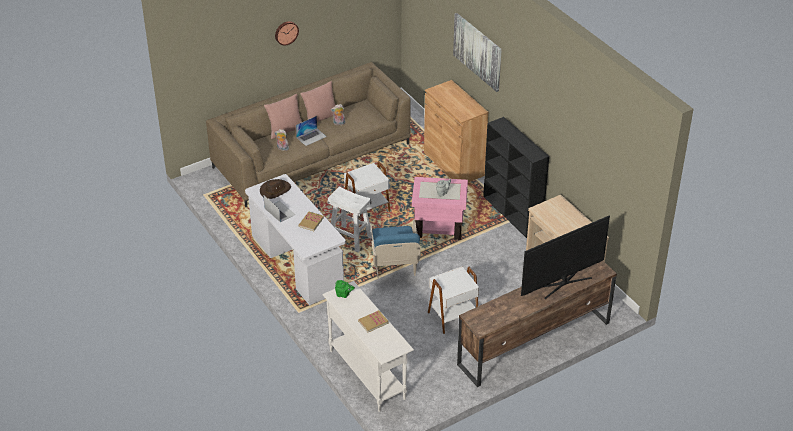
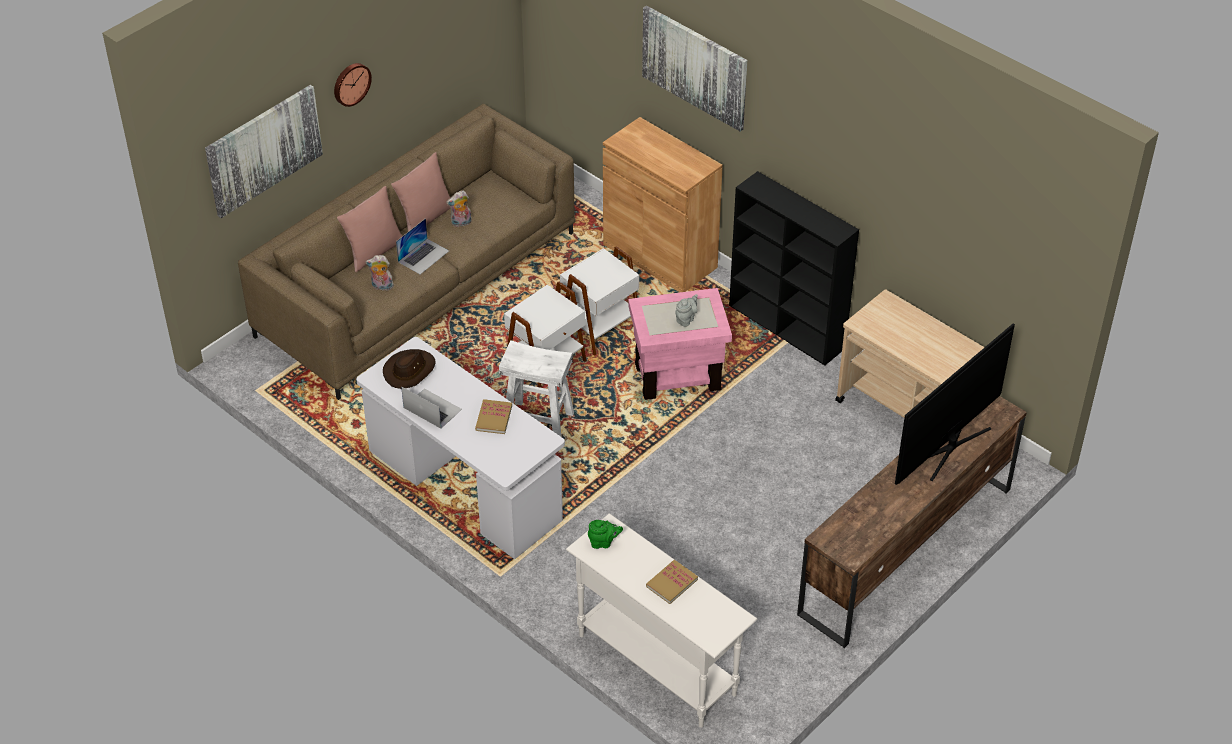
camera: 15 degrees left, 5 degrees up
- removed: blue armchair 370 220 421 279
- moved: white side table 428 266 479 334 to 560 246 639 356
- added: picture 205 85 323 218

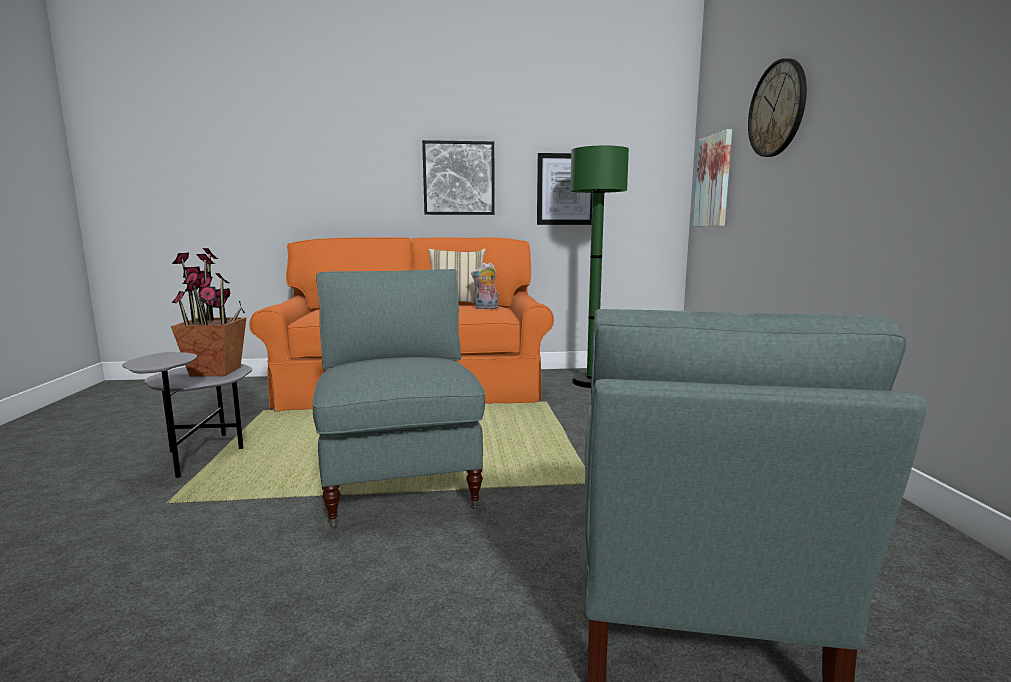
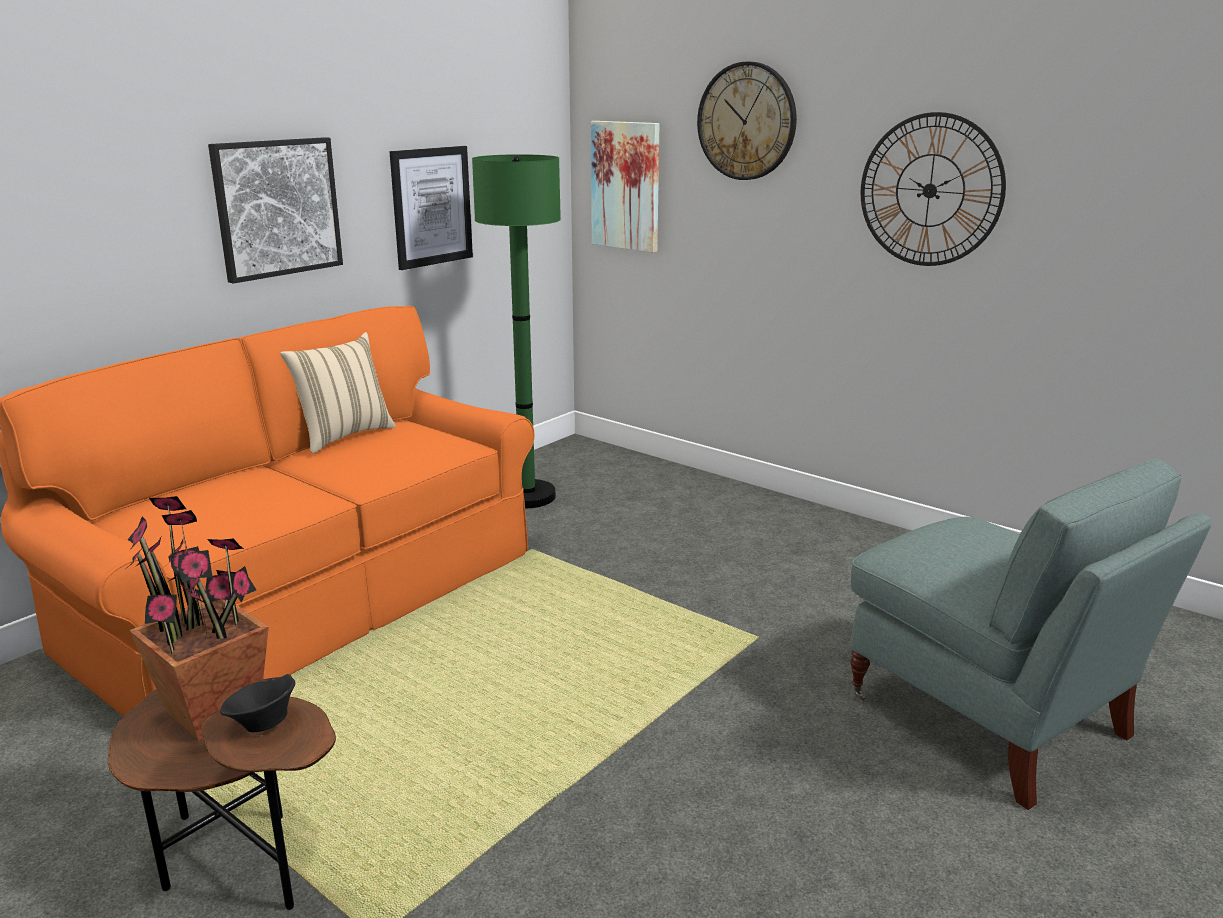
camera: 45 degrees left, 10 degrees up
- removed: plush toy 471 262 498 309
- removed: grey armchair 312 269 485 527
- recoloured: grey side table 122 352 252 478 to brown side table 108 689 336 910
- added: wall clock 861 112 1006 266
- added: black bowl 220 674 295 732

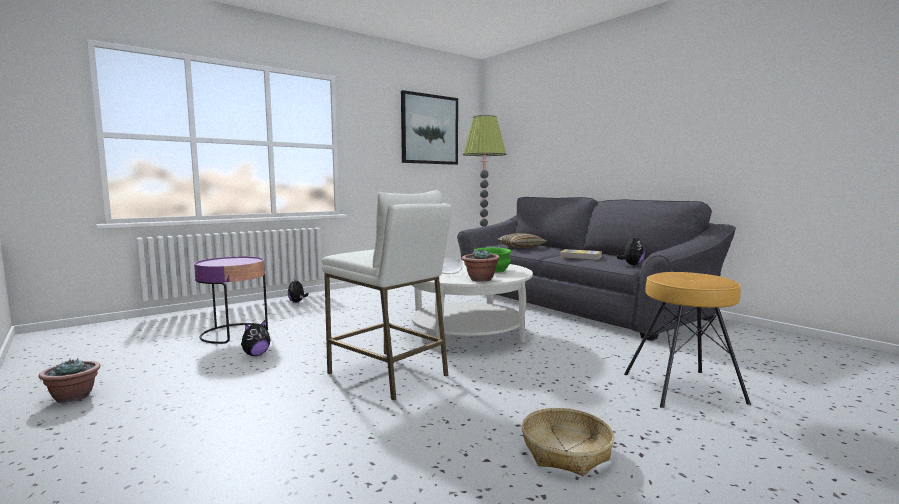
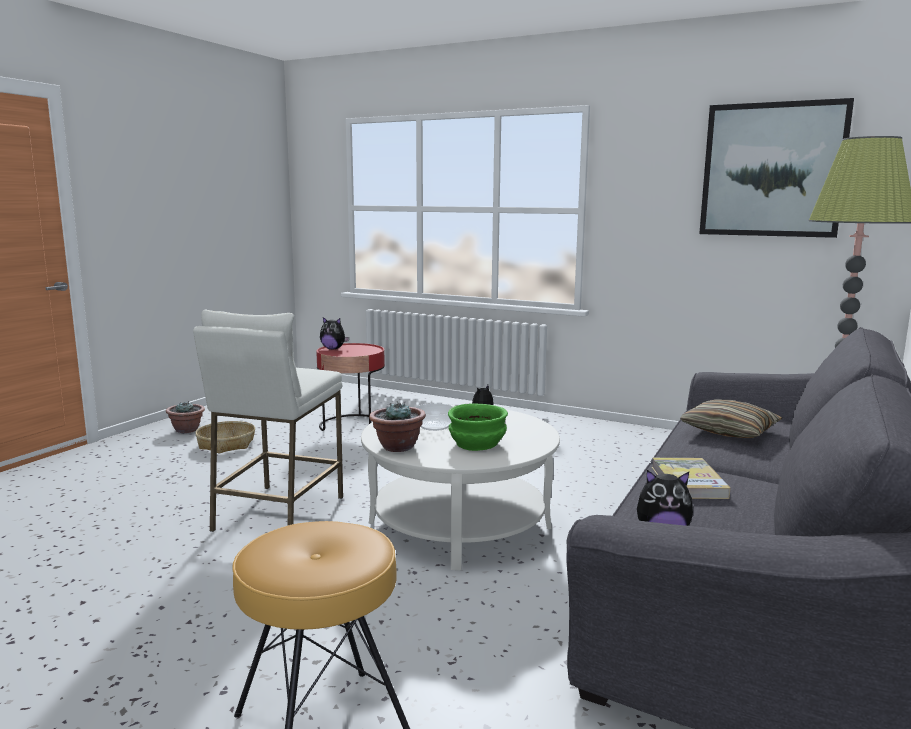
camera: 65 degrees right, 5 degrees up
- recoloured: purple side table 194 256 268 344 to red side table 316 343 385 431
- moved: plush toy 241 320 270 356 to 320 317 349 349
- moved: basket 522 408 614 476 to 195 421 255 454

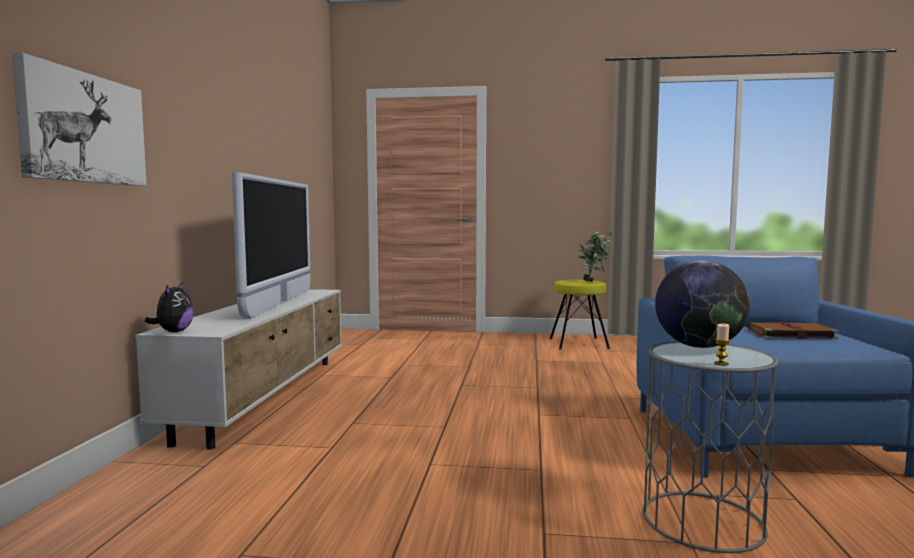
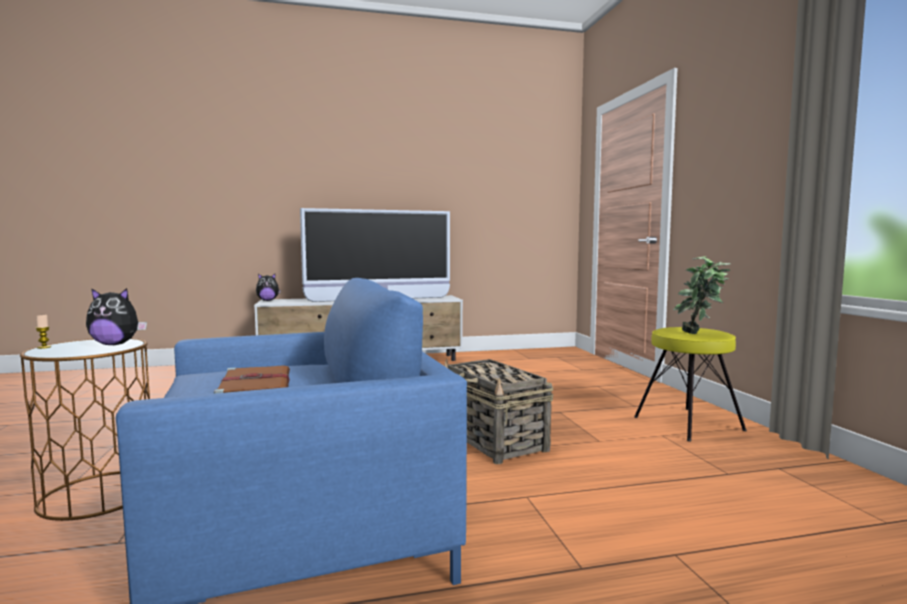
camera: 70 degrees right, 0 degrees up
- removed: picture 12 53 147 186
- replaced: globe 655 260 750 348 to plush toy 86 288 147 345
- recoloured: grey side table 643 341 779 553 to brown side table 20 338 150 521
- added: basket 444 358 553 464

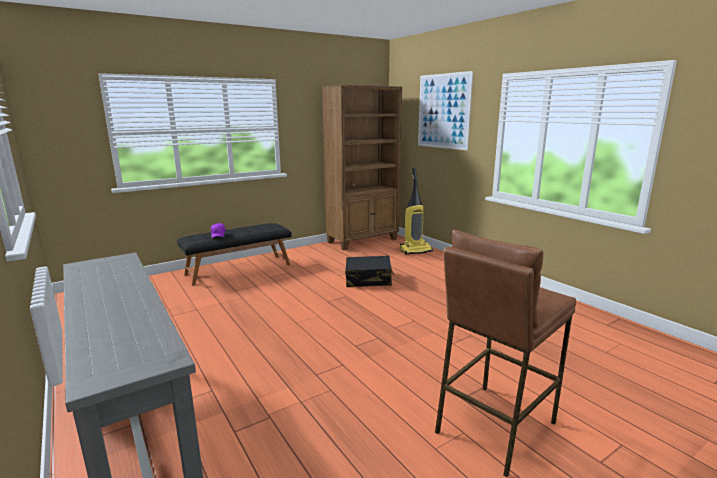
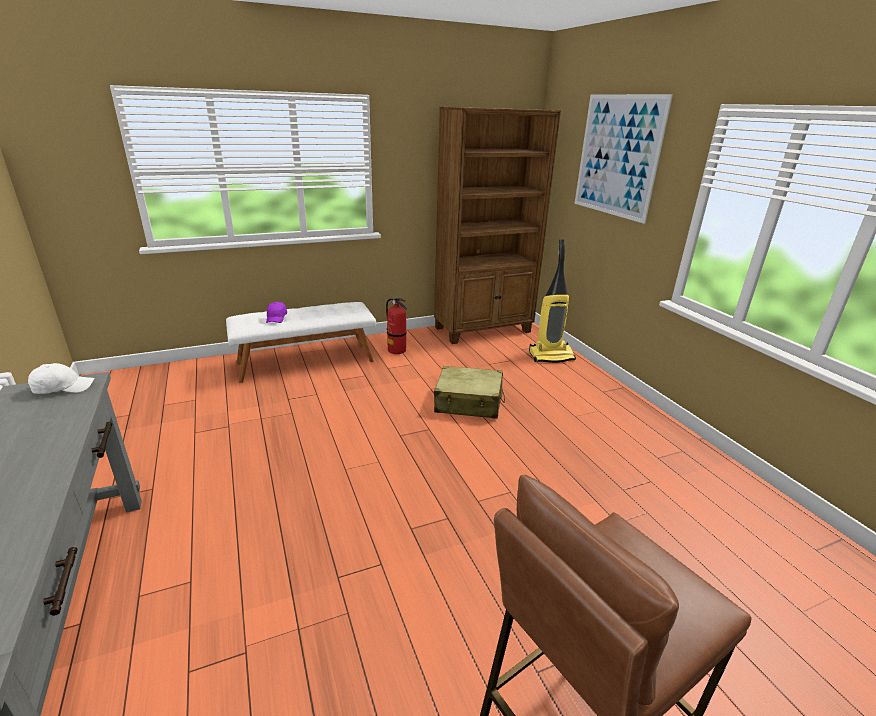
camera: 10 degrees right, 10 degrees up
- recoloured: black bench 177 223 292 286 to white bench 226 302 376 383
- recoloured: black suitcase 345 256 395 287 to beige suitcase 434 366 505 419
- added: fire extinguisher 386 298 407 354
- added: white cap 28 363 94 394

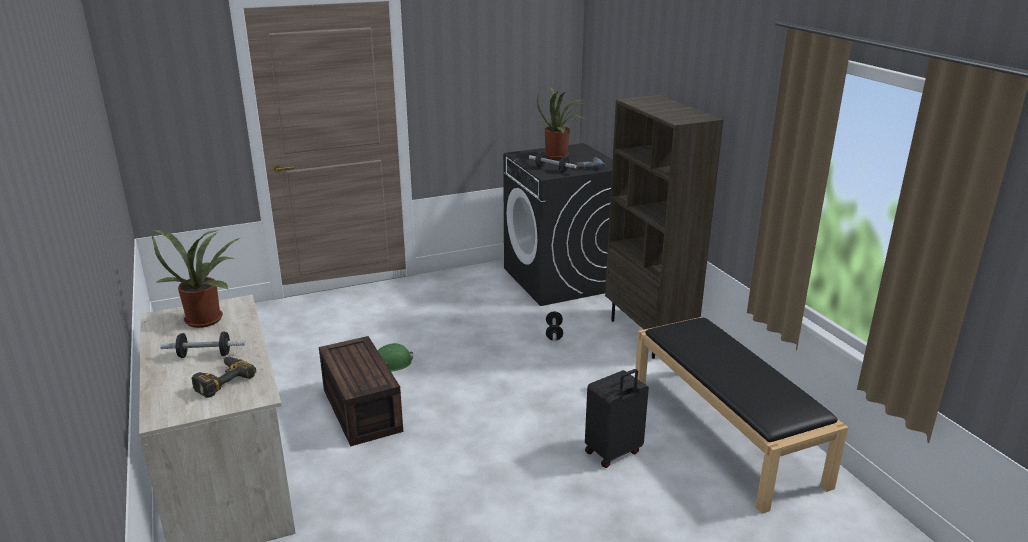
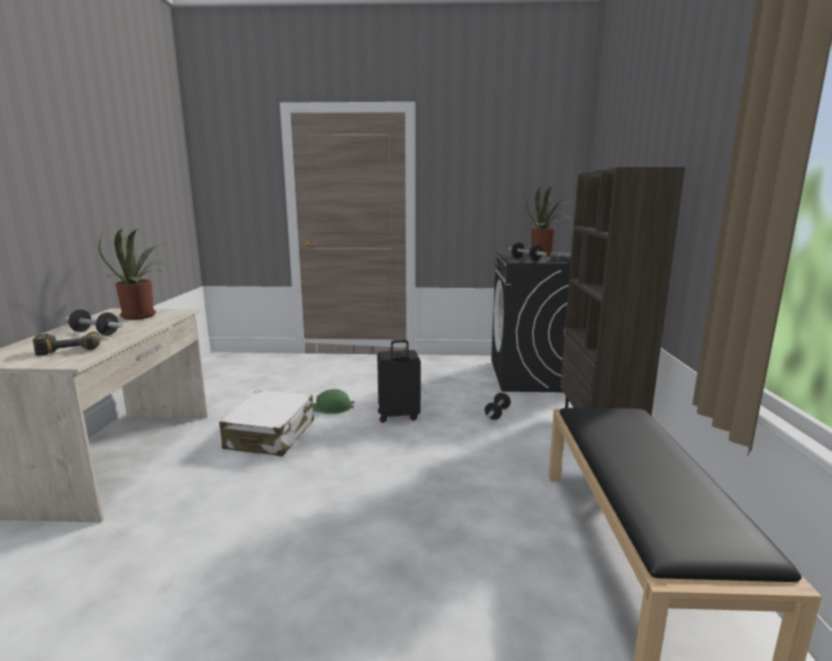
camera: 25 degrees right, 10 degrees down
- replaced: brown storage box 319 336 403 447 to white suitcase 219 390 314 456
- moved: black suitcase 585 369 649 468 to 377 340 421 423

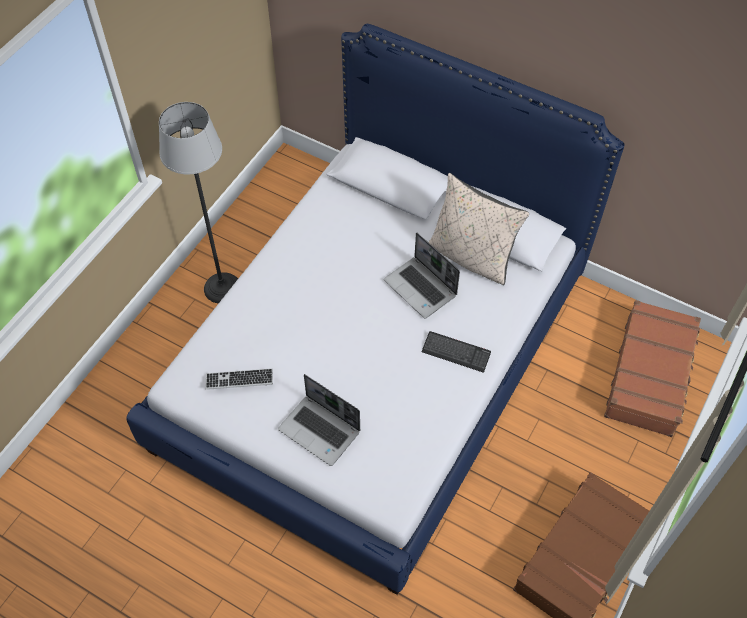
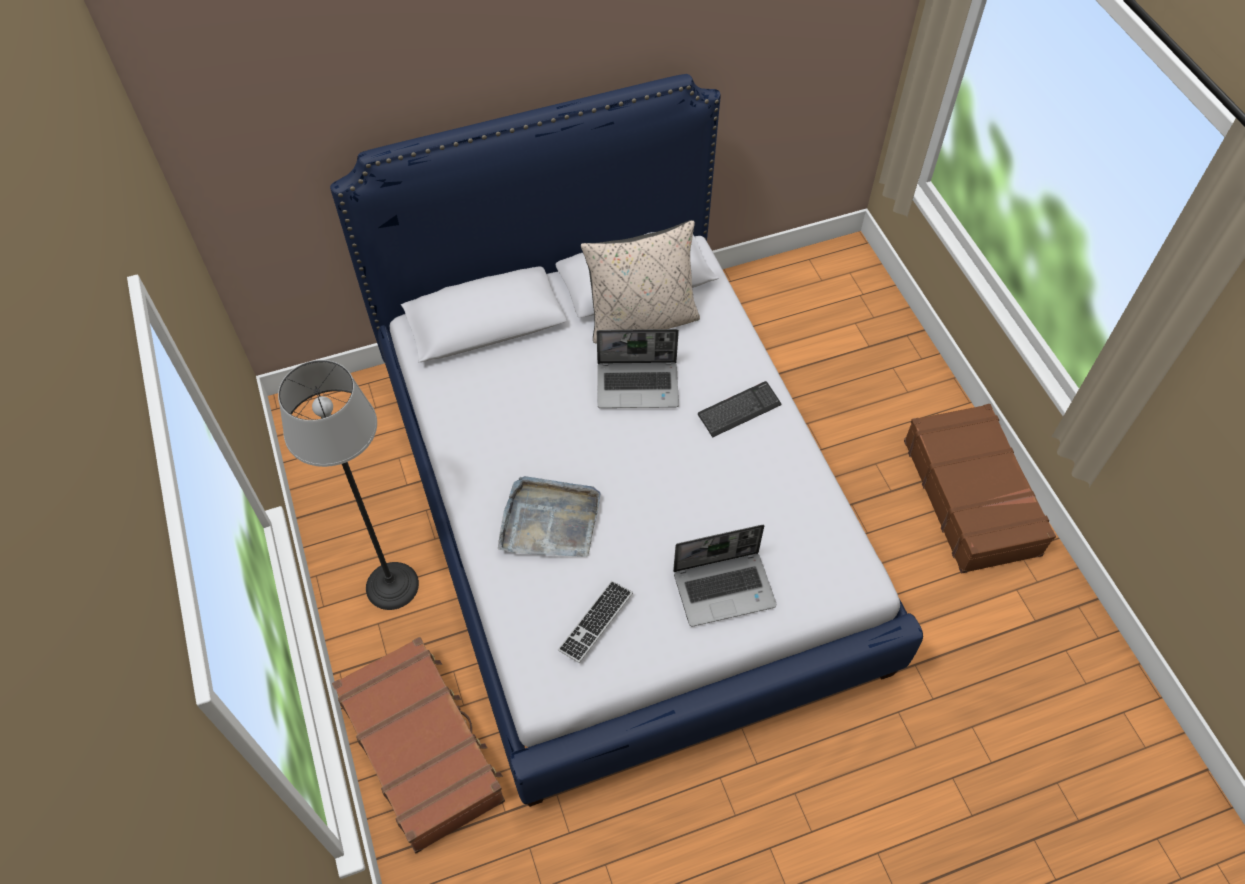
camera: 50 degrees left, 0 degrees up
- moved: brown suitcase 604 300 701 437 to 332 637 505 853
- added: grey tray 498 476 601 557

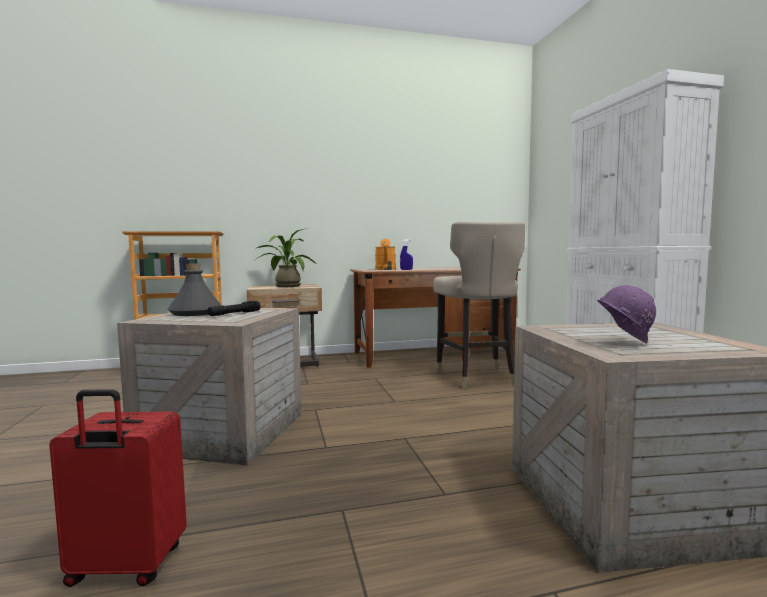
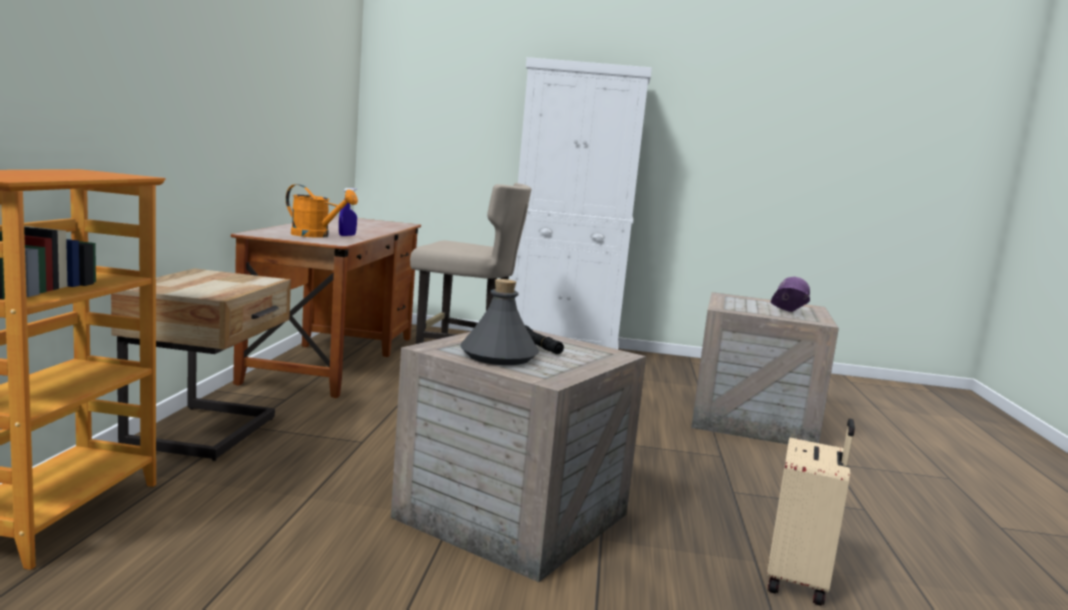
camera: 70 degrees left, 5 degrees up
- removed: potted plant 255 228 318 287
- recoloured: red suitcase 49 389 187 587 to beige suitcase 767 419 855 606

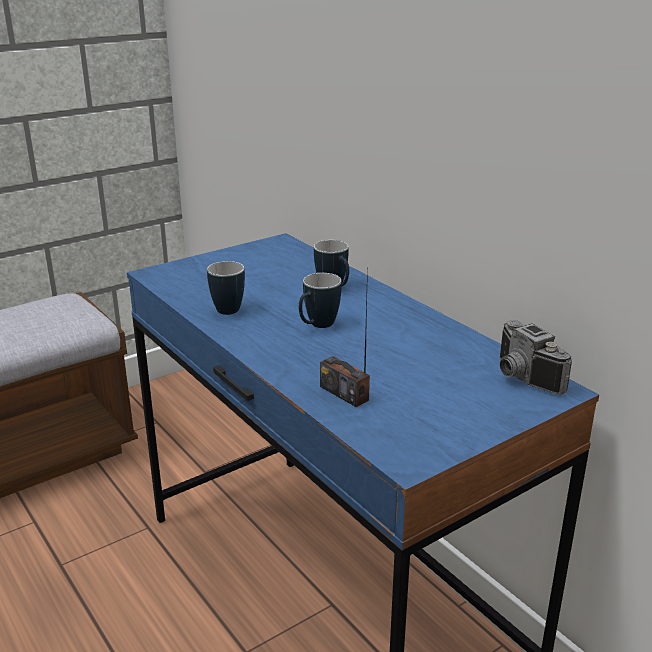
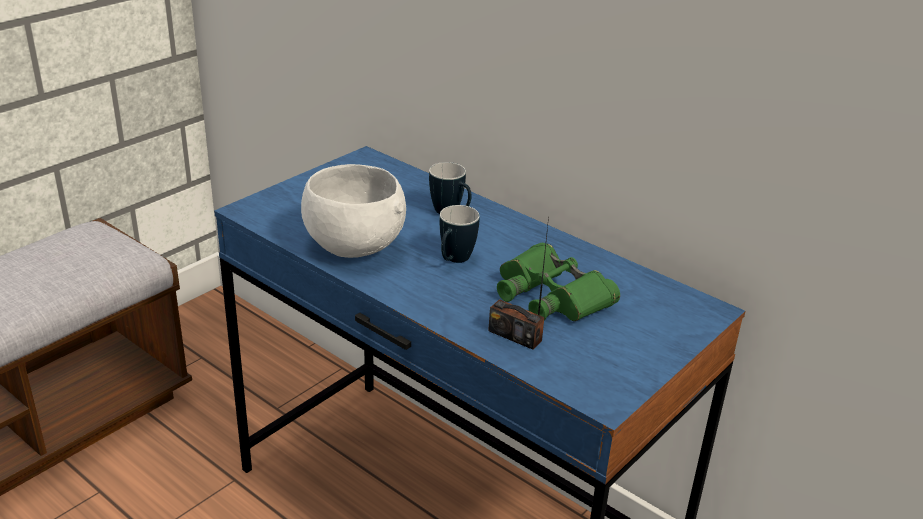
camera: 15 degrees left, 5 degrees up
- replaced: mug 207 261 245 315 to white bowl 301 164 406 258
- removed: photo camera 500 320 572 395
- added: green binoculars 497 243 620 321

